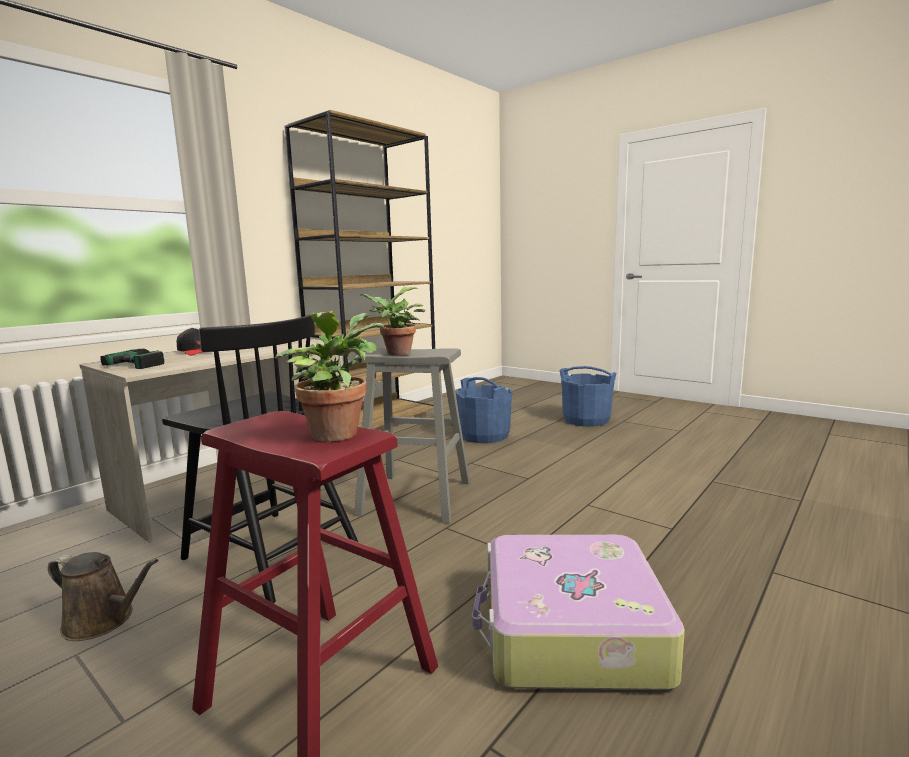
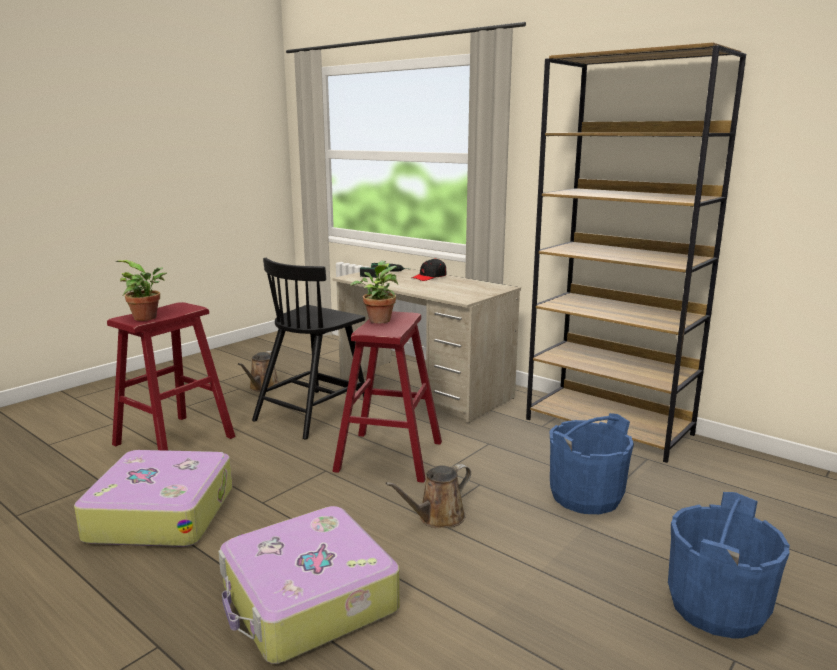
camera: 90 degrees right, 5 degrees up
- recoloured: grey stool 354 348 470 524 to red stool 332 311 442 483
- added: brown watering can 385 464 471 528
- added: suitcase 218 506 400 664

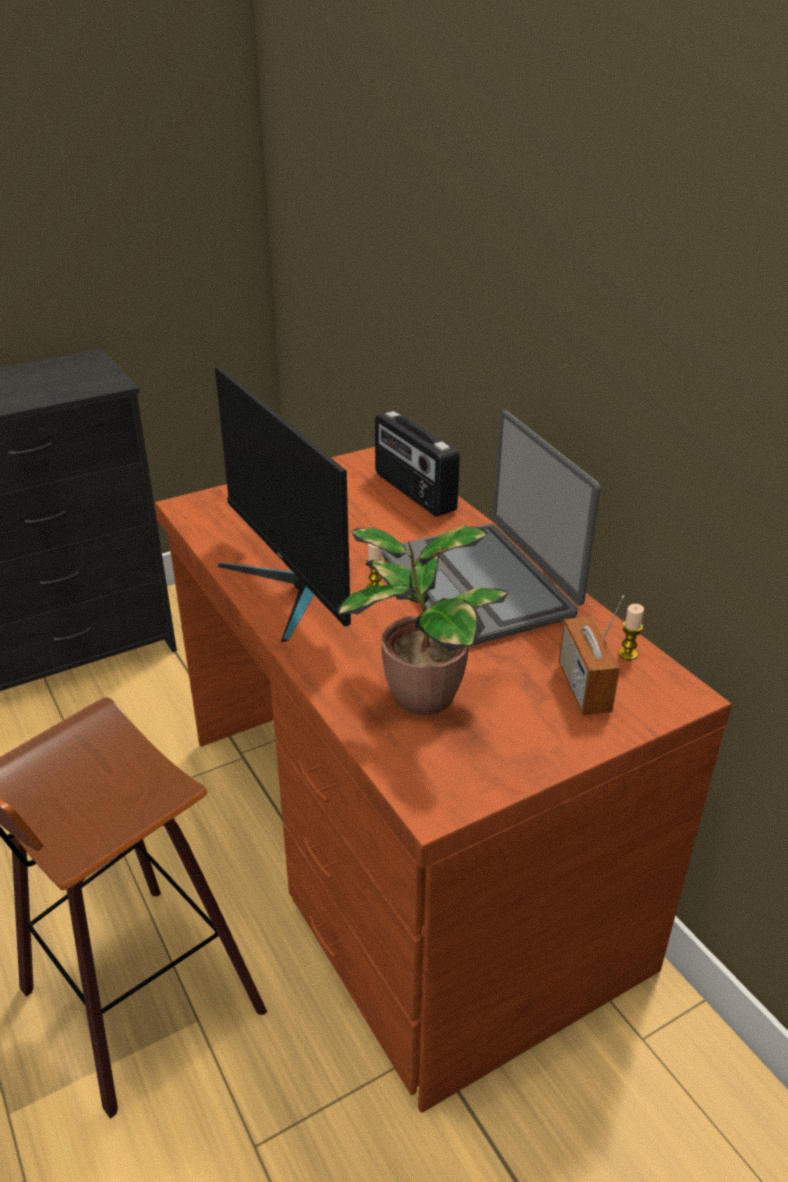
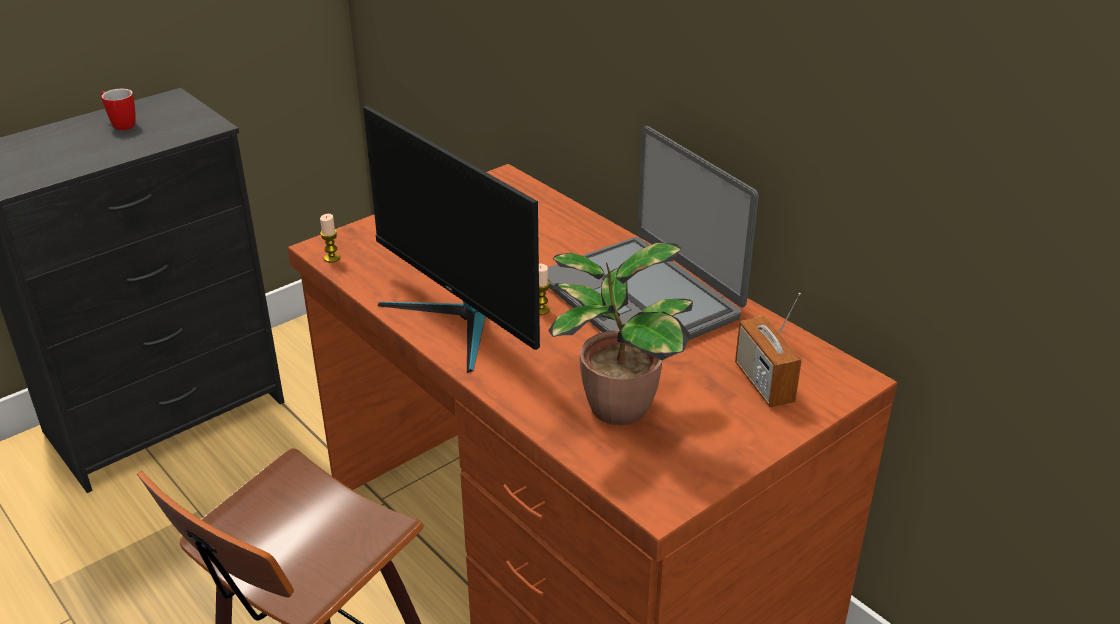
camera: 10 degrees left, 0 degrees up
- removed: radio 375 410 460 517
- moved: candle 618 604 644 660 to 320 214 340 262
- added: mug 101 89 135 130

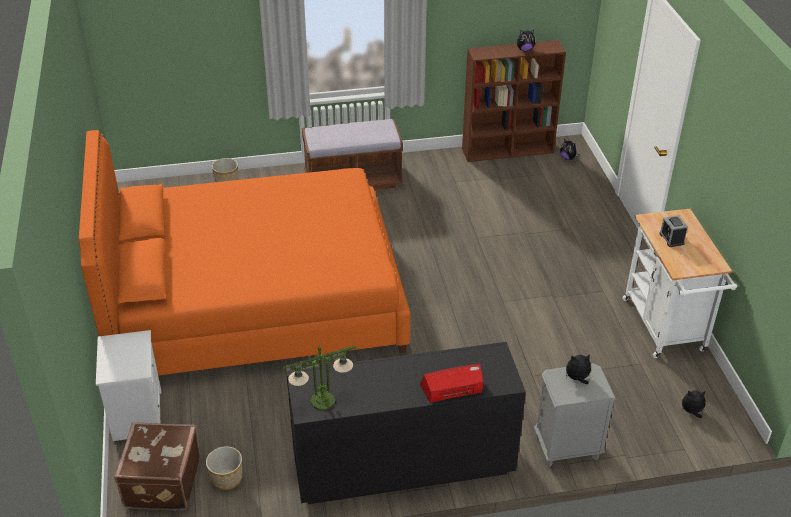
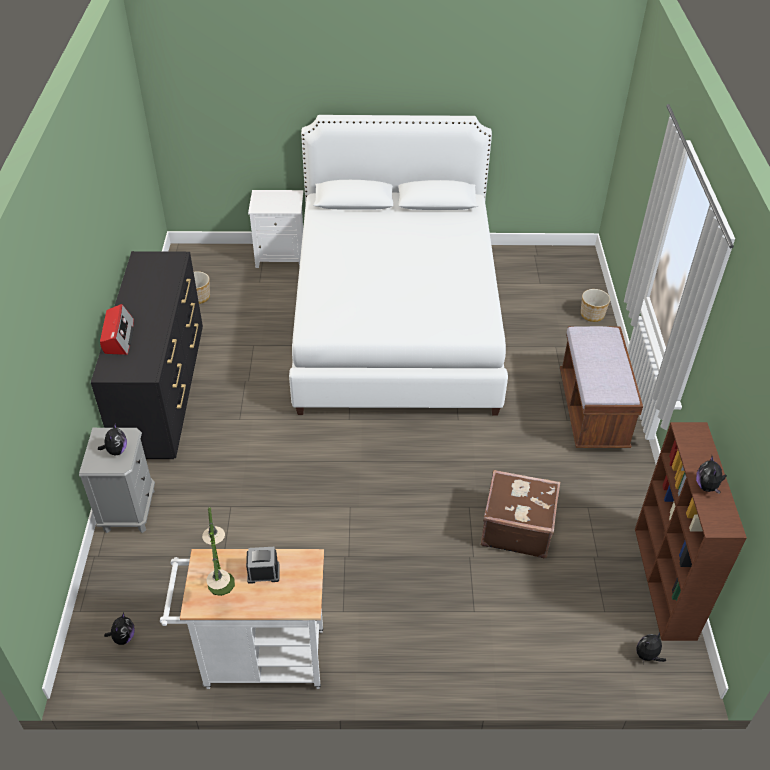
camera: 100 degrees right, 5 degrees up
- recoloured: orange bed 79 130 410 376 to white bed 289 115 508 416
- moved: table lamp 283 345 357 410 to 202 507 235 596
- moved: brown suitcase 115 422 200 510 to 480 470 560 558

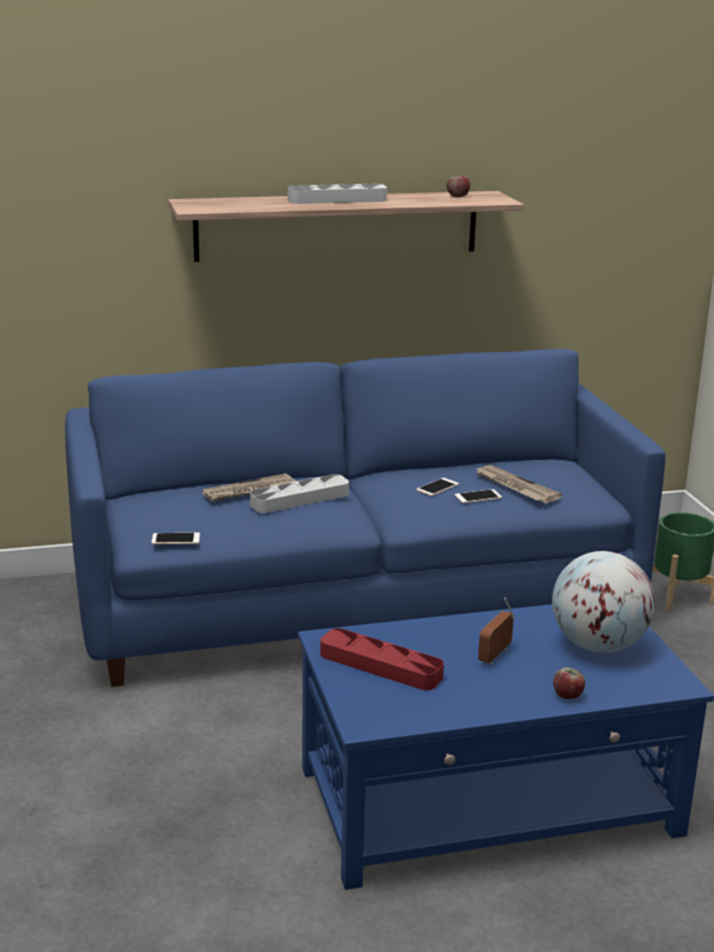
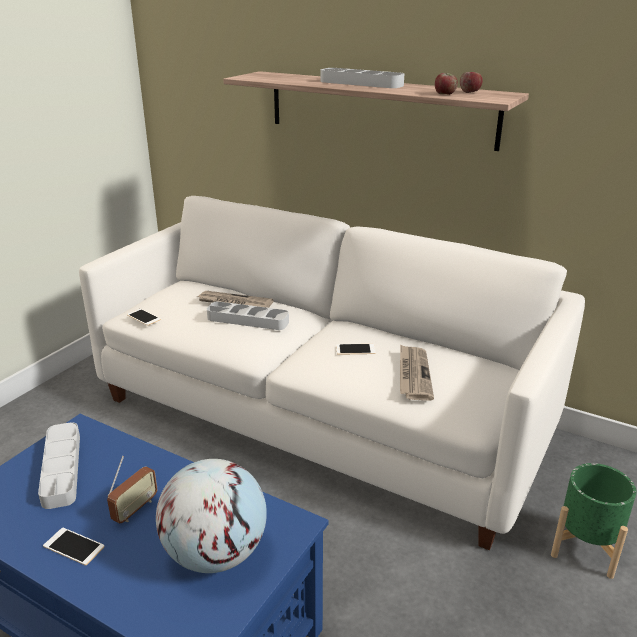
camera: 45 degrees right, 5 degrees up
- recoloured: blue sofa 65 349 666 687 to white sofa 79 196 585 550
- moved: phone 455 489 502 503 to 43 528 104 565
- turned: radio 478 597 515 664 = 107 456 158 524 135 degrees clockwise
- recoloured: red tray 320 628 444 690 to grey tray 38 422 80 509
- moved: apple 553 667 585 699 to 435 73 458 95

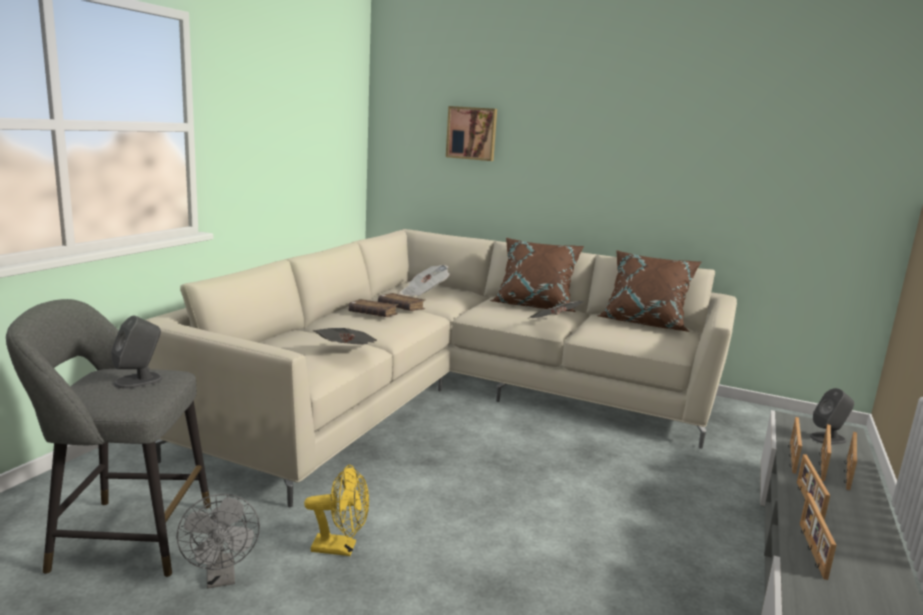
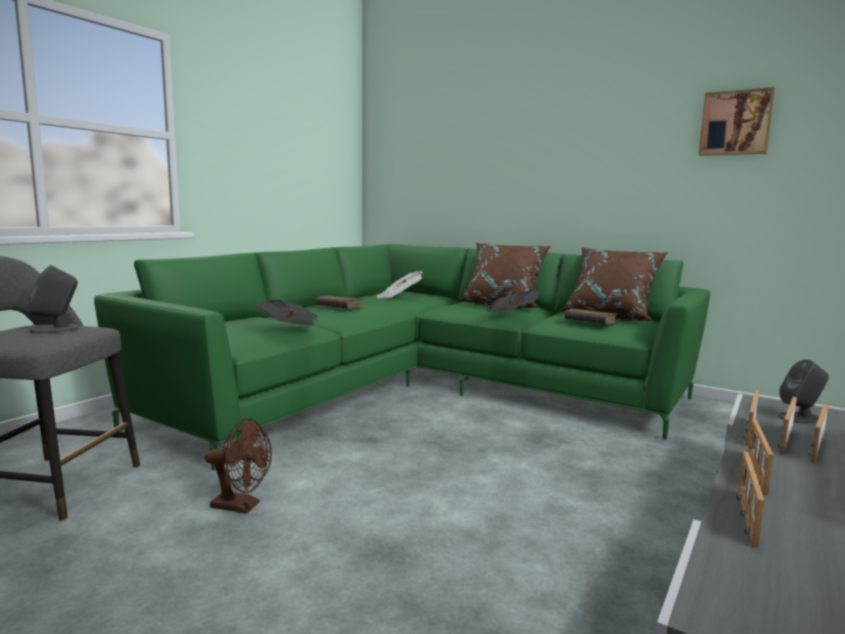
camera: 10 degrees right, 5 degrees down
- moved: picture 446 106 497 161 to 698 87 775 156
- recoloured: beige sofa 146 229 737 507 to green sofa 94 244 710 470
- moved: brown book 378 293 425 311 to 565 309 618 325
- recoloured: yellow fan 304 465 369 556 to brown fan 205 418 272 514
- removed: grey fan 176 494 260 589

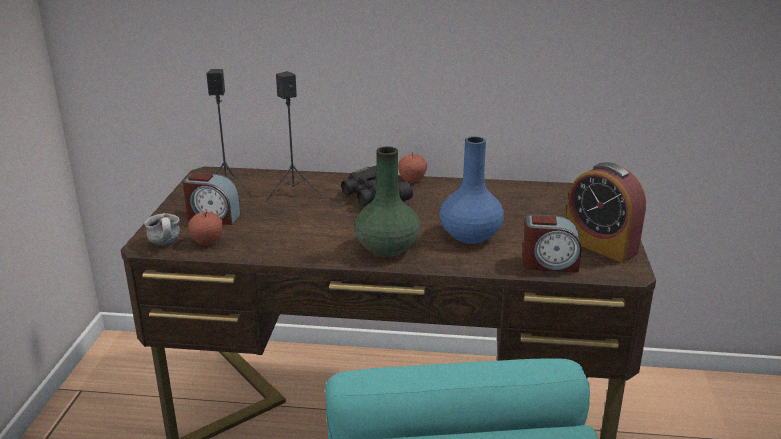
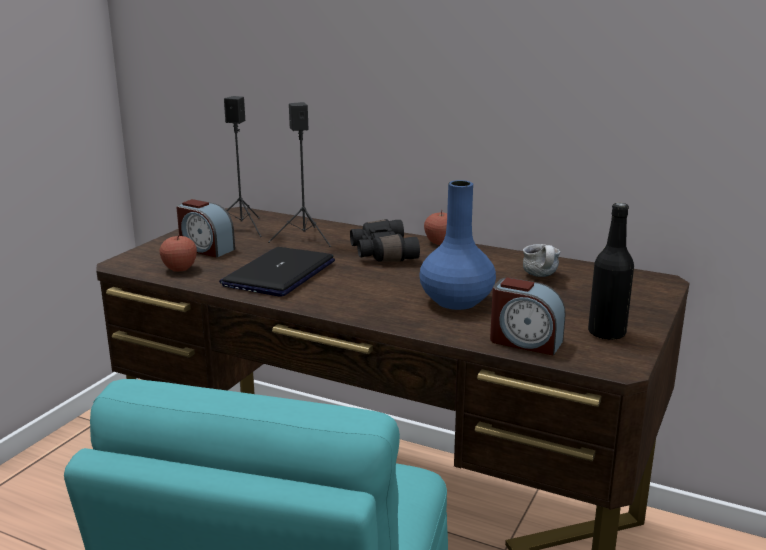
camera: 20 degrees right, 5 degrees down
- removed: green vase 354 146 420 257
- replaced: alarm clock 566 162 646 263 to black bottle 588 203 634 340
- moved: mug 144 213 180 245 to 523 244 560 277
- added: laptop 219 247 335 297

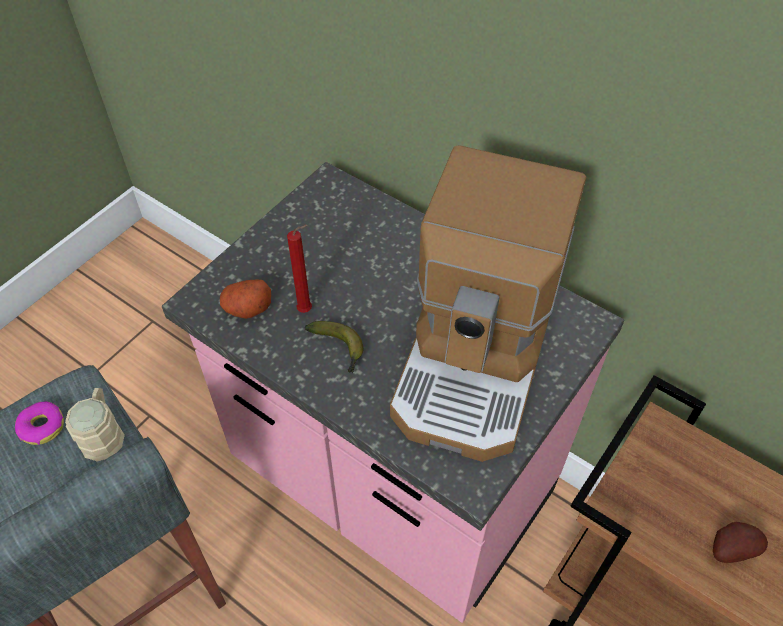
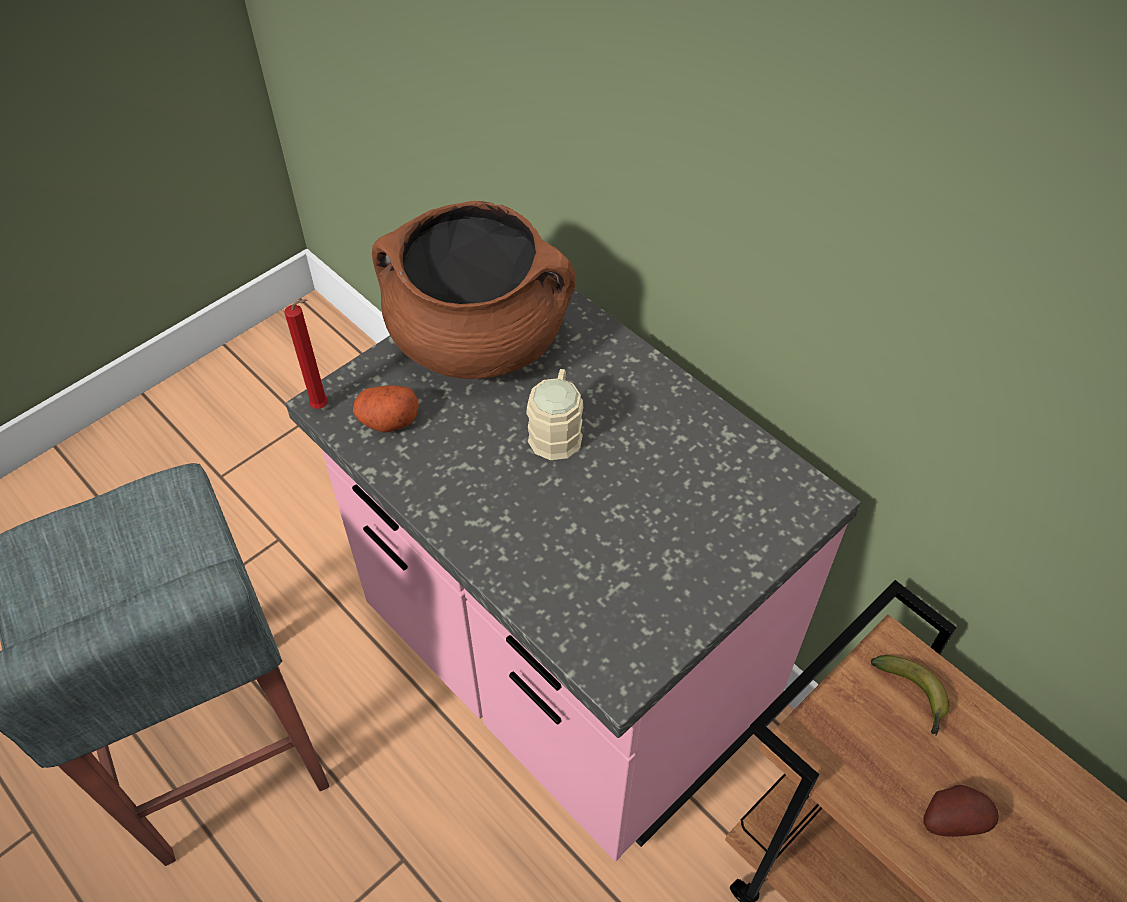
camera: 10 degrees right, 0 degrees up
- removed: coffee machine 390 145 586 462
- moved: red candle 287 225 312 313 to 284 299 328 409
- moved: banana 305 321 363 373 to 871 655 949 736
- moved: beige mug 65 388 125 462 to 526 369 583 460
- removed: donut 15 402 64 445
- added: brown cooking pot 372 201 576 379

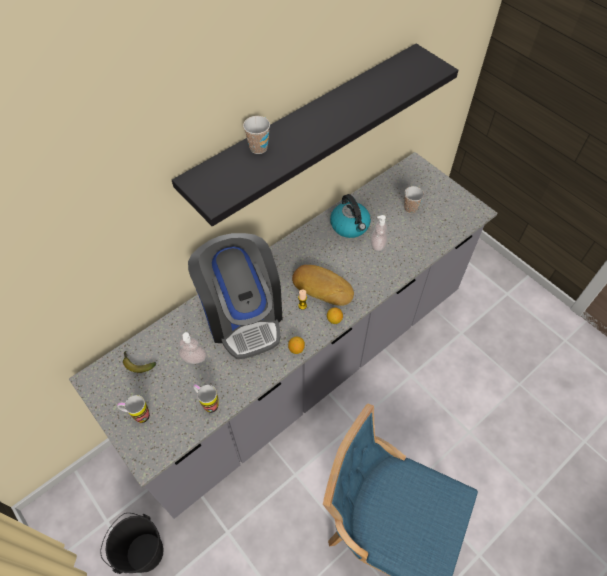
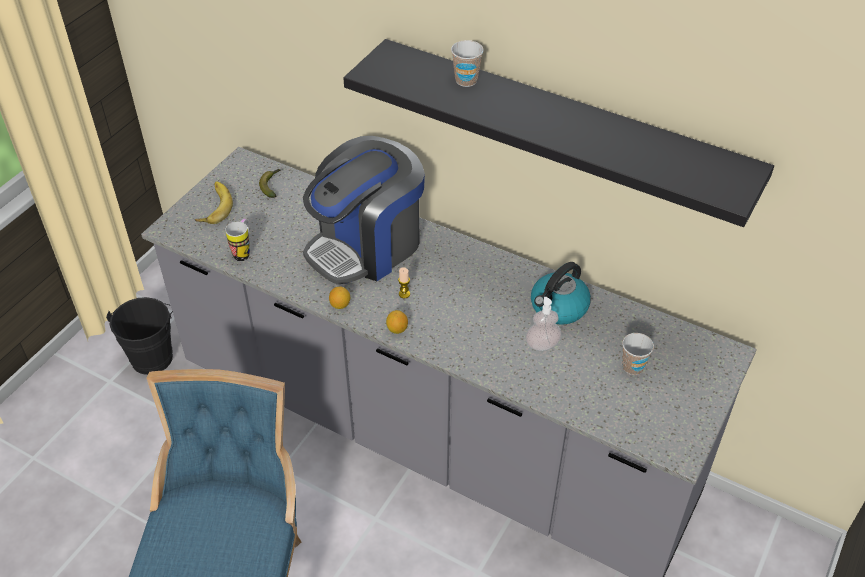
camera: 70 degrees right, 10 degrees down
- removed: bread 292 265 354 306
- removed: soap dispenser 178 332 207 364
- replaced: mug 117 395 150 423 to banana 195 181 233 224

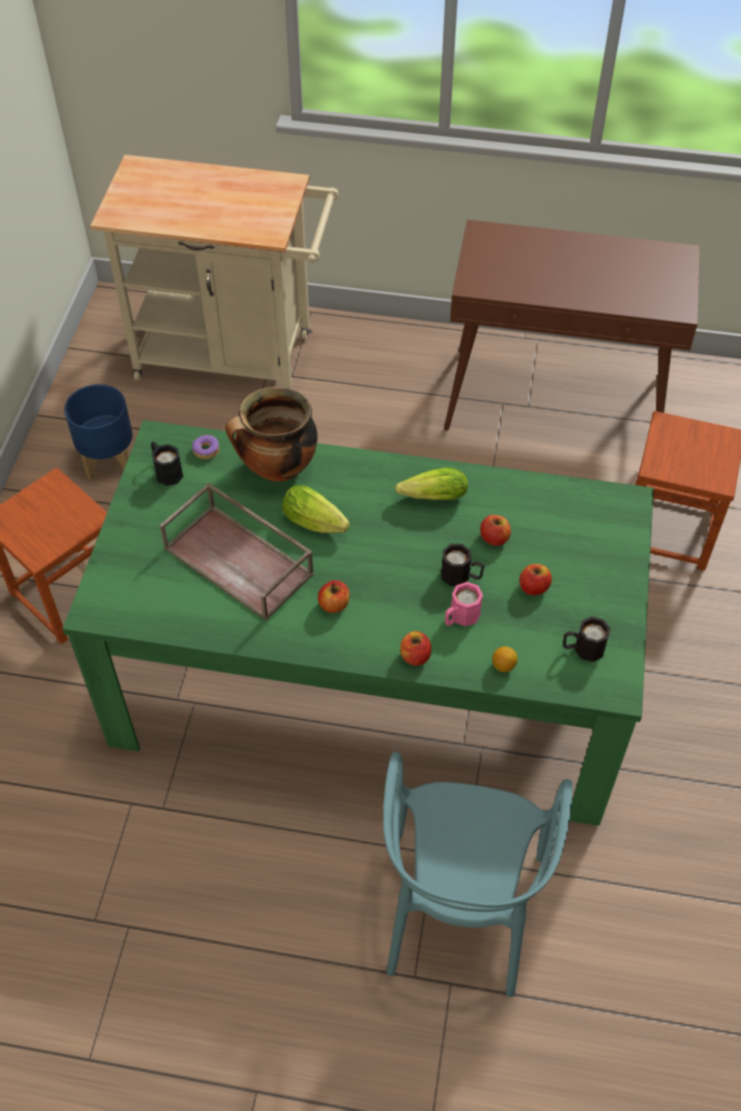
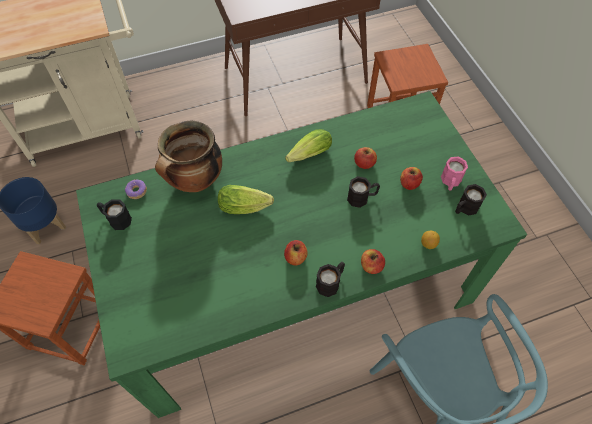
camera: 30 degrees left, 5 degrees up
- removed: brown tray 159 483 314 621
- moved: pink mug 445 582 483 627 to 441 157 468 190
- added: black mug 316 262 345 297

